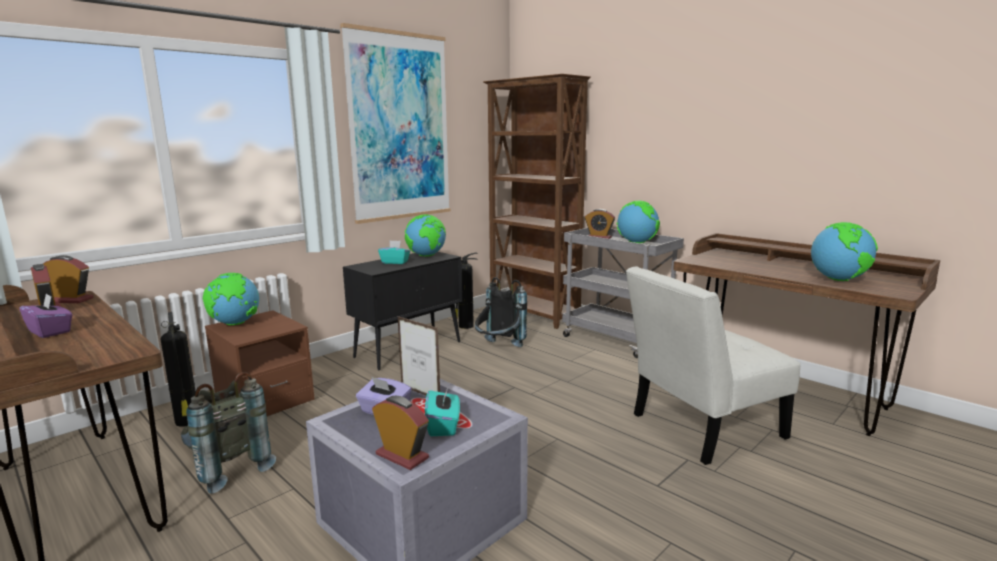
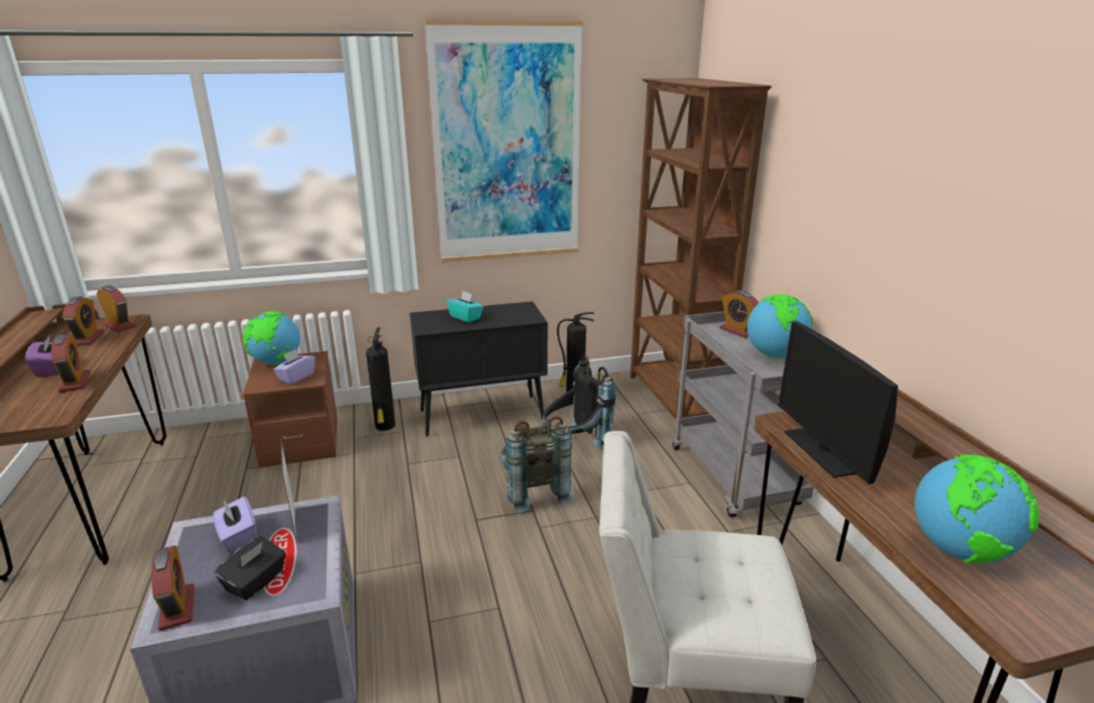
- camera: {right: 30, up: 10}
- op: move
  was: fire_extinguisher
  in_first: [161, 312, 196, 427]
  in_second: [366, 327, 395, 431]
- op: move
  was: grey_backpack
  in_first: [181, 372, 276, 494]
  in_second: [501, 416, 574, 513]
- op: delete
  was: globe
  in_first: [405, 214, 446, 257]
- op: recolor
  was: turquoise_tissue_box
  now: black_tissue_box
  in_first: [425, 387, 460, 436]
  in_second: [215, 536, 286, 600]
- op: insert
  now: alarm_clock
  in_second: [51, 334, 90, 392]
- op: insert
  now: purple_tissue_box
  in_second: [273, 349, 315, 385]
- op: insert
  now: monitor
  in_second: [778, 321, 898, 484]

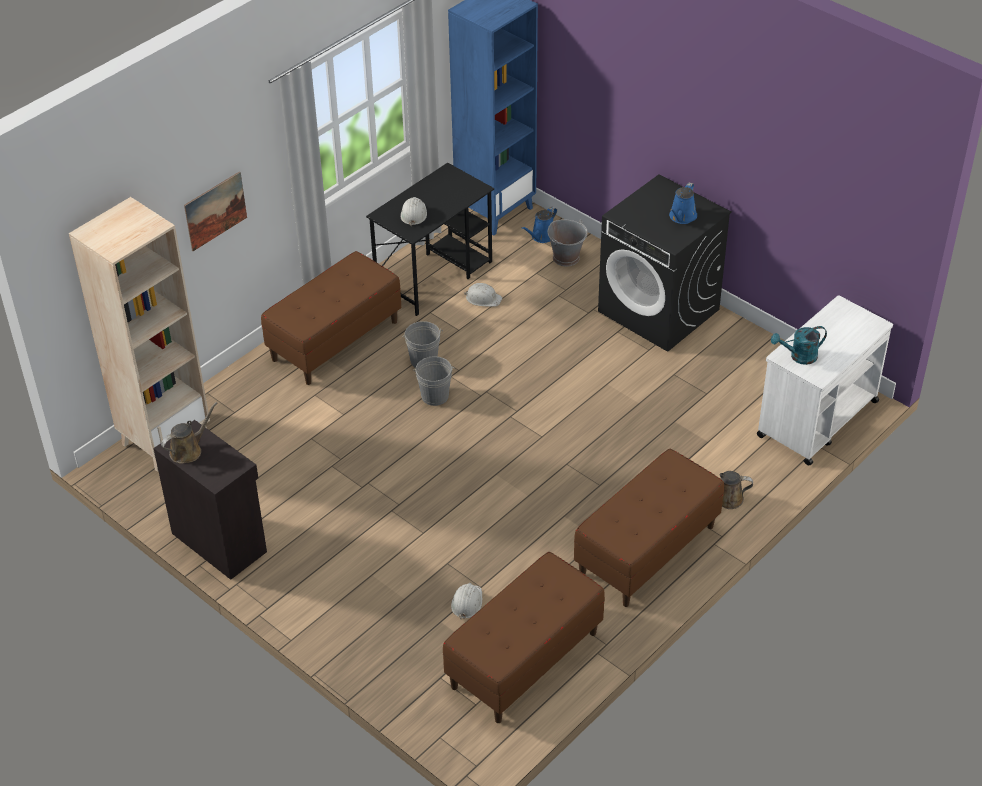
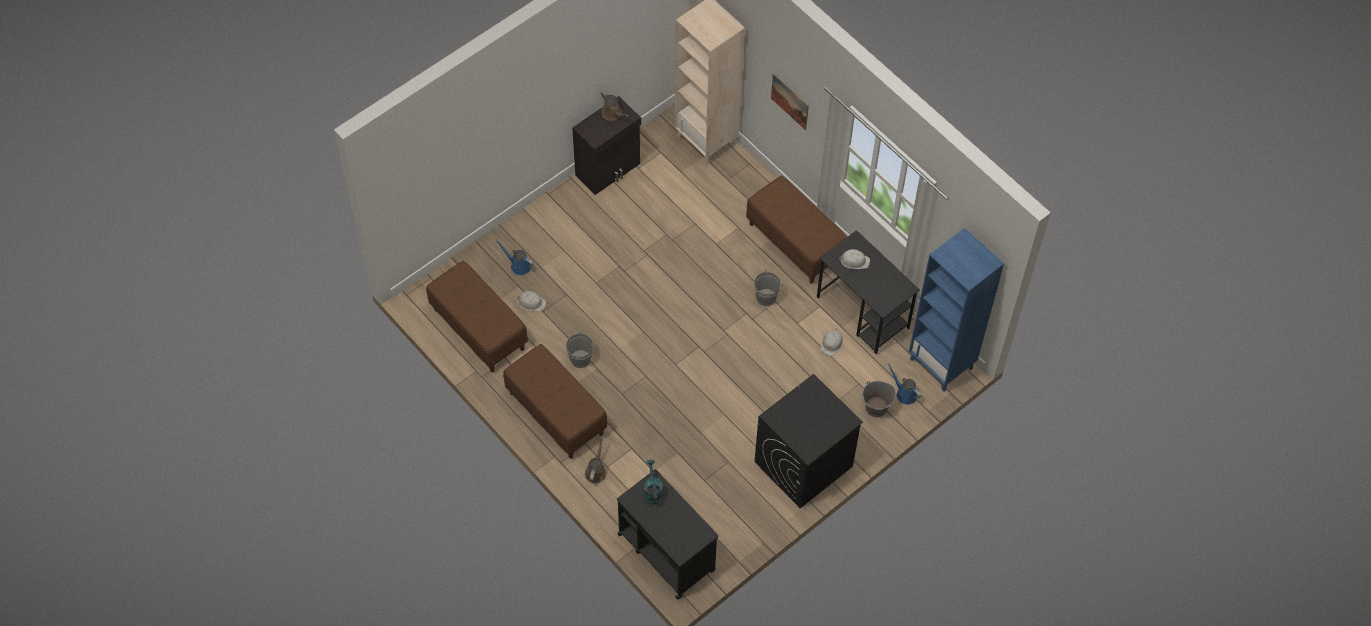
- camera: {right: 95, up: 15}
- op: move
  was: grey_bucket
  in_first: [413, 356, 455, 406]
  in_second: [566, 331, 593, 368]
- op: move
  was: blue_watering_can
  in_first: [669, 182, 697, 224]
  in_second: [495, 240, 533, 275]
- op: recolor
  was: white_cart
  now: black_cart
  in_first: [757, 295, 893, 465]
  in_second: [617, 469, 718, 599]

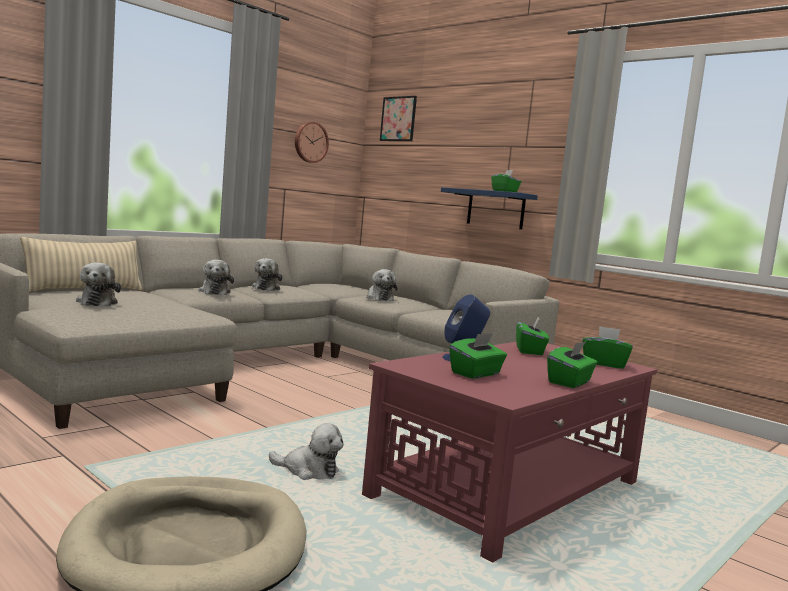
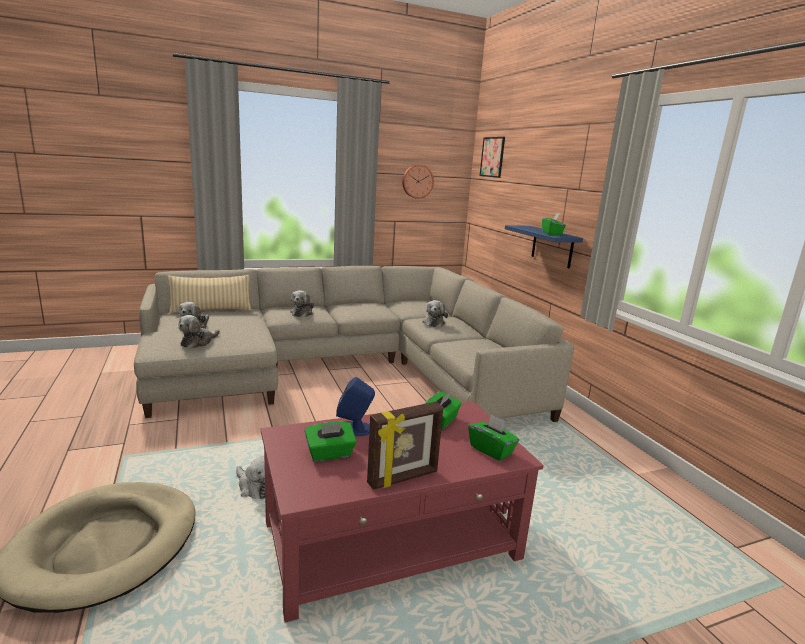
- camera: {right: 25, up: 10}
- op: move
  was: plush_toy
  in_first: [252, 258, 283, 291]
  in_second: [178, 315, 220, 349]
- op: replace
  was: green_tissue_box
  now: picture_frame
  in_first: [547, 341, 597, 388]
  in_second: [367, 402, 443, 490]

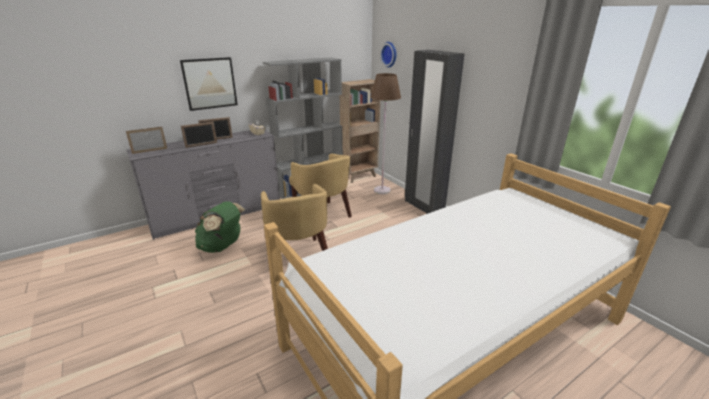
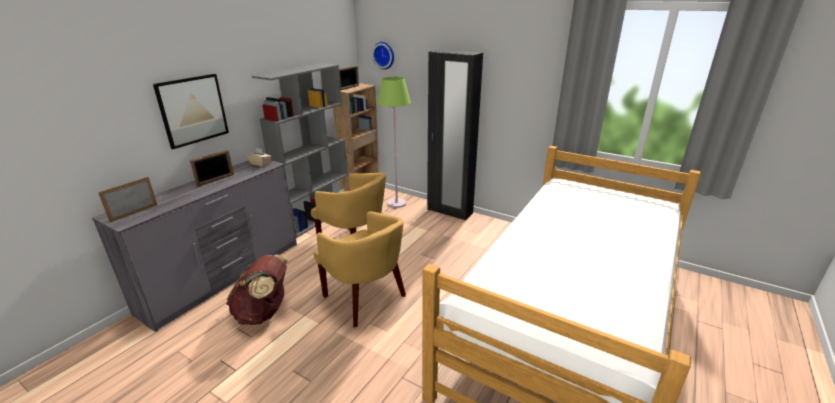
- camera: {right: -25, up: 0}
- op: move
  was: picture_frame
  in_first: [181, 122, 217, 148]
  in_second: [339, 65, 359, 90]
- op: recolor
  was: green_backpack
  now: brown_backpack
  in_first: [195, 201, 245, 253]
  in_second: [226, 255, 288, 325]
- op: recolor
  was: brown_floor_lamp
  now: green_floor_lamp
  in_first: [370, 73, 401, 194]
  in_second: [377, 77, 411, 208]

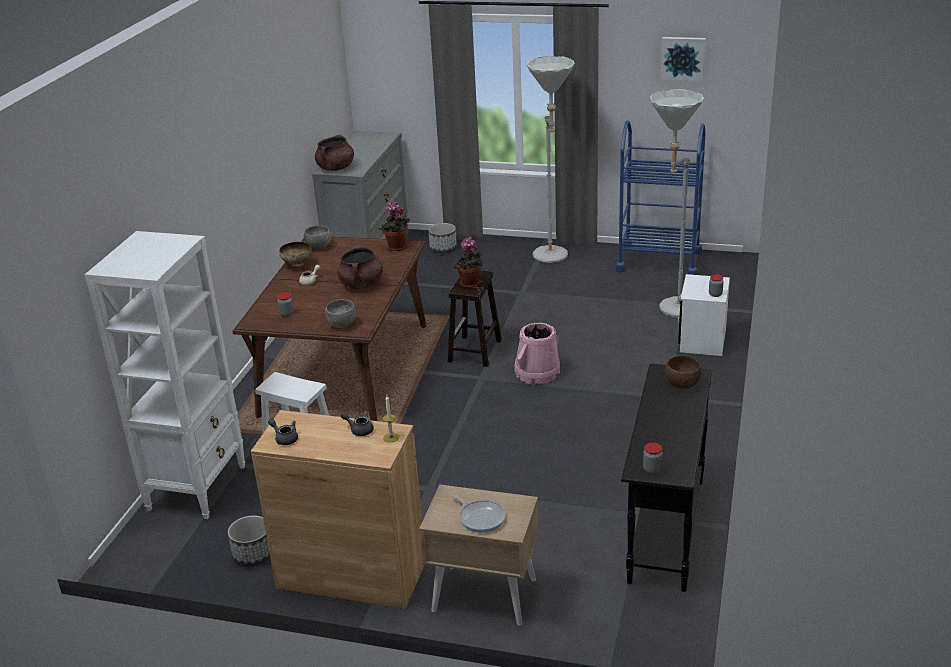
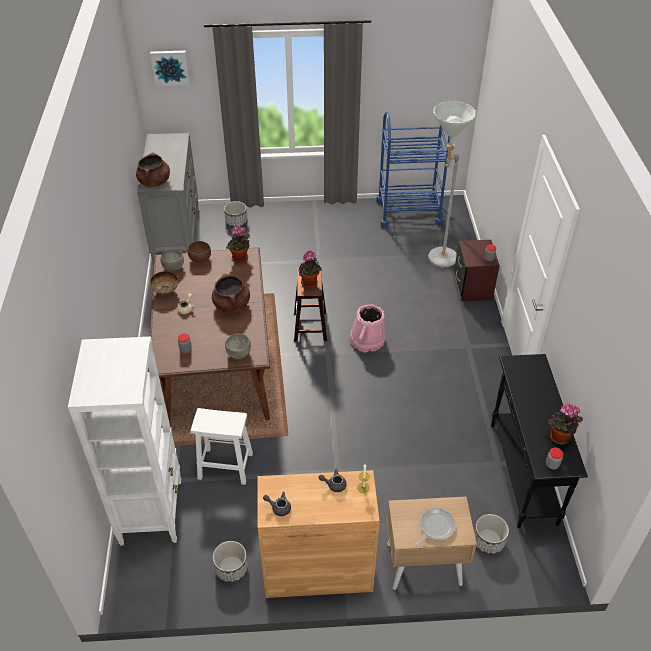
- camera: {right: -20, up: 15}
- op: rotate
  was: frying_pan
  in_first: [450, 493, 506, 533]
  in_second: [414, 508, 456, 547]
  clockwise: -75
- op: delete
  was: grey_floor_lamp
  in_first: [527, 56, 575, 263]
- op: move
  was: picture
  in_first: [661, 37, 706, 81]
  in_second: [150, 51, 190, 86]
- op: move
  was: brown_bowl
  in_first: [665, 356, 701, 389]
  in_second: [187, 241, 211, 263]
- op: recolor
  was: white_nightstand
  now: brown_nightstand
  in_first: [678, 274, 730, 356]
  in_second: [454, 240, 500, 301]
- op: insert
  now: planter
  in_second: [474, 514, 509, 555]
- op: insert
  now: potted_plant
  in_second: [547, 404, 583, 445]

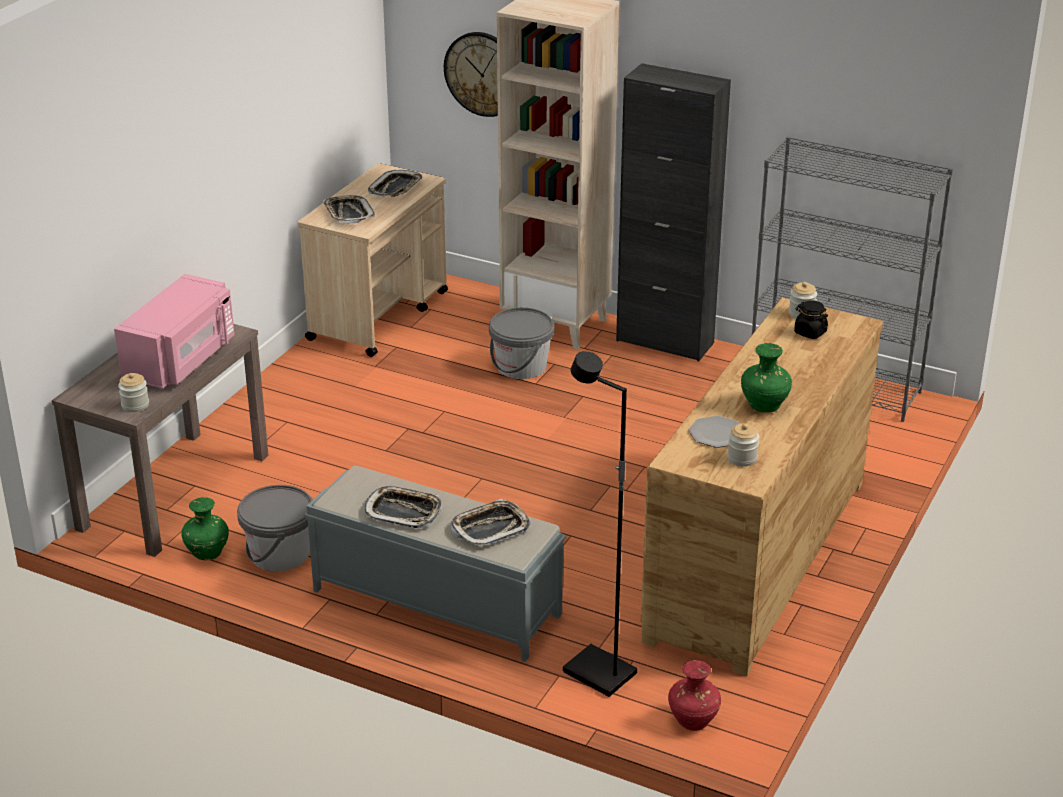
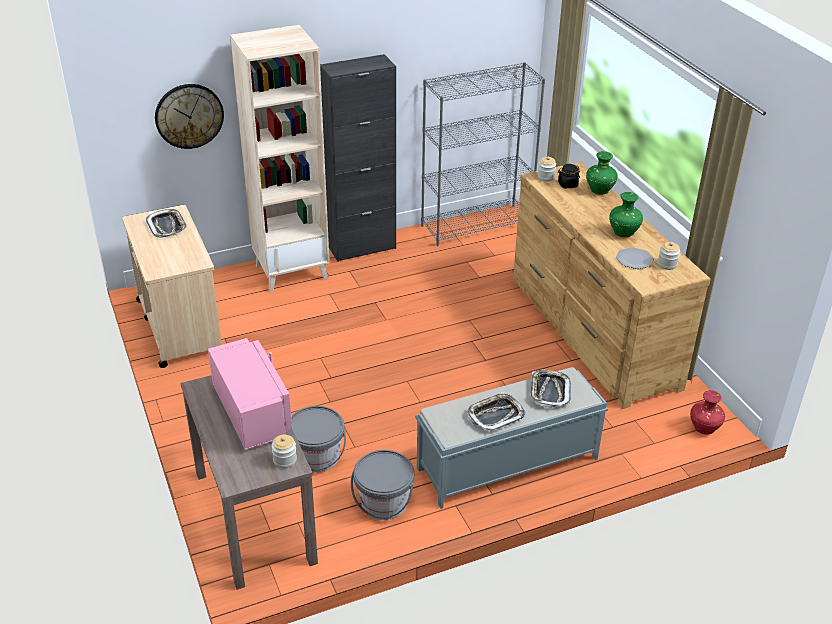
- camera: {right: -50, up: 5}
- op: move
  was: green_vase
  in_first: [181, 497, 229, 560]
  in_second: [586, 151, 618, 194]
- op: delete
  was: tray
  in_first: [323, 195, 375, 223]
- op: move
  was: grey_bucket
  in_first: [489, 307, 554, 379]
  in_second: [291, 406, 346, 472]
- op: delete
  was: black_floor_lamp
  in_first: [563, 351, 637, 697]

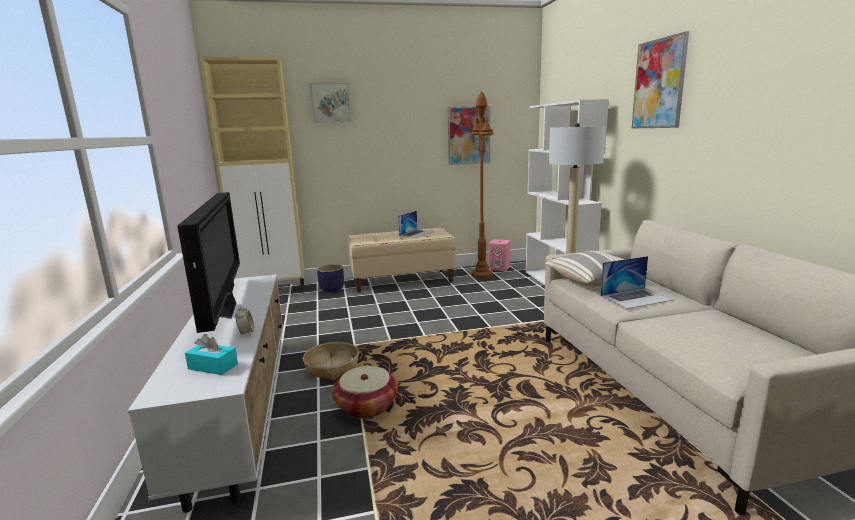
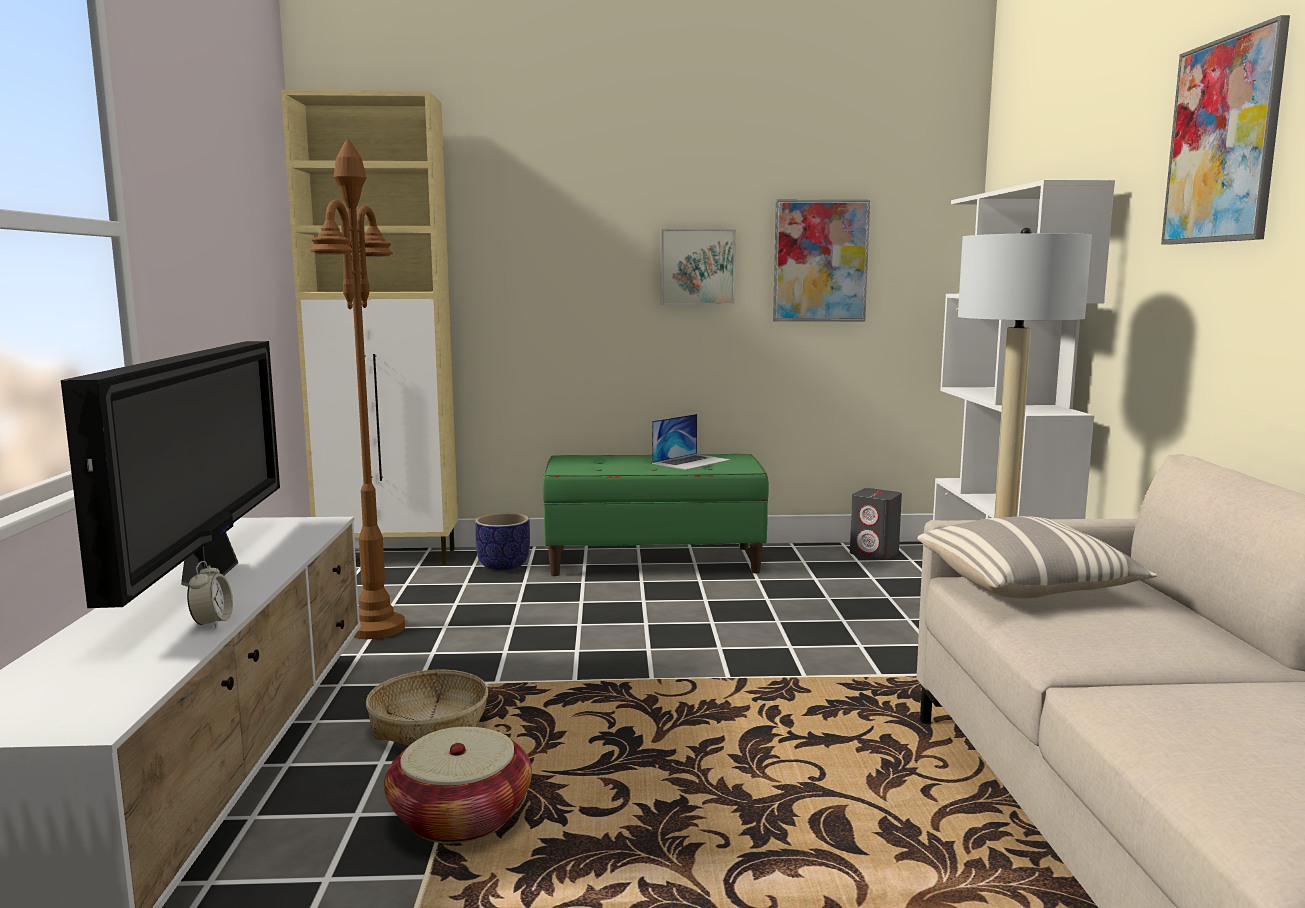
- camera: {right: 10, up: -5}
- op: delete
  was: turquoise_tissue_box
  in_first: [185, 334, 238, 375]
- op: move
  was: picture
  in_first: [310, 83, 351, 123]
  in_second: [661, 229, 736, 305]
- op: recolor
  was: beige_bench
  now: green_bench
  in_first: [348, 228, 456, 293]
  in_second: [542, 454, 769, 576]
- op: move
  was: brown_floor_lamp
  in_first: [471, 91, 494, 278]
  in_second: [310, 138, 405, 639]
- op: recolor
  was: pink_speaker
  now: grey_speaker
  in_first: [489, 239, 510, 271]
  in_second: [850, 488, 902, 559]
- op: delete
  was: laptop
  in_first: [601, 256, 673, 309]

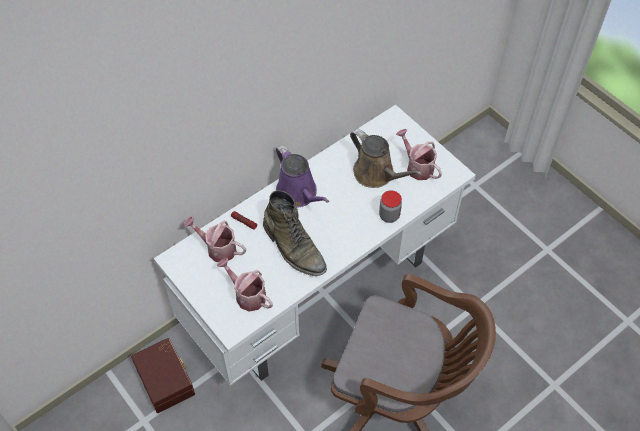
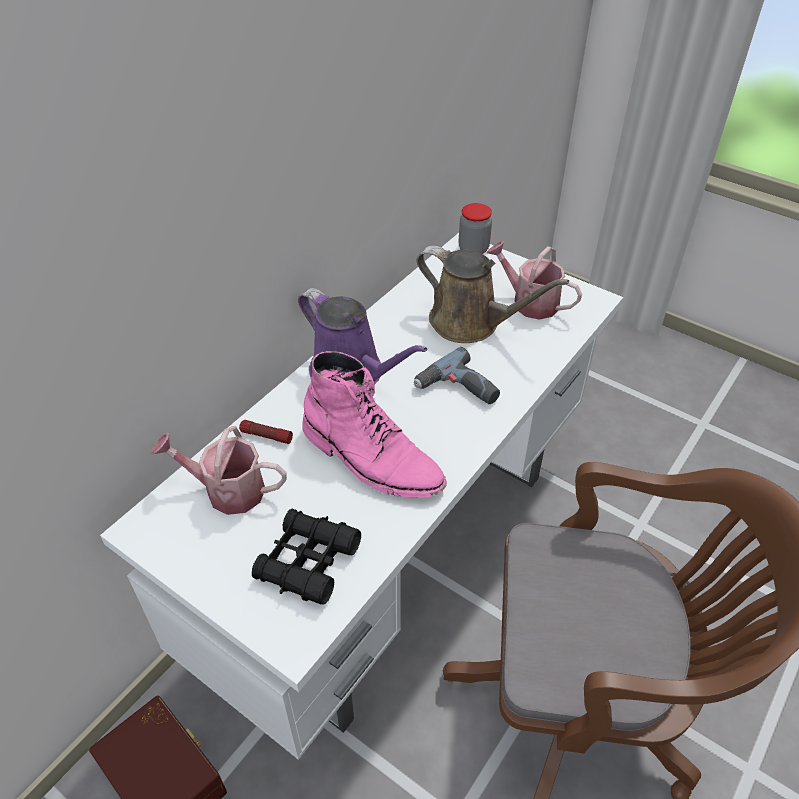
- camera: {right: -15, up: -10}
- op: replace
  was: watering_can
  now: black_binoculars
  in_first: [217, 258, 273, 312]
  in_second: [252, 508, 361, 605]
- op: recolor
  was: green_boot
  now: pink_boot
  in_first: [263, 190, 327, 276]
  in_second: [302, 351, 447, 498]
- op: move
  was: jar
  in_first: [379, 190, 402, 223]
  in_second: [459, 203, 492, 254]
- op: insert
  now: power_drill
  in_second: [414, 347, 500, 404]

